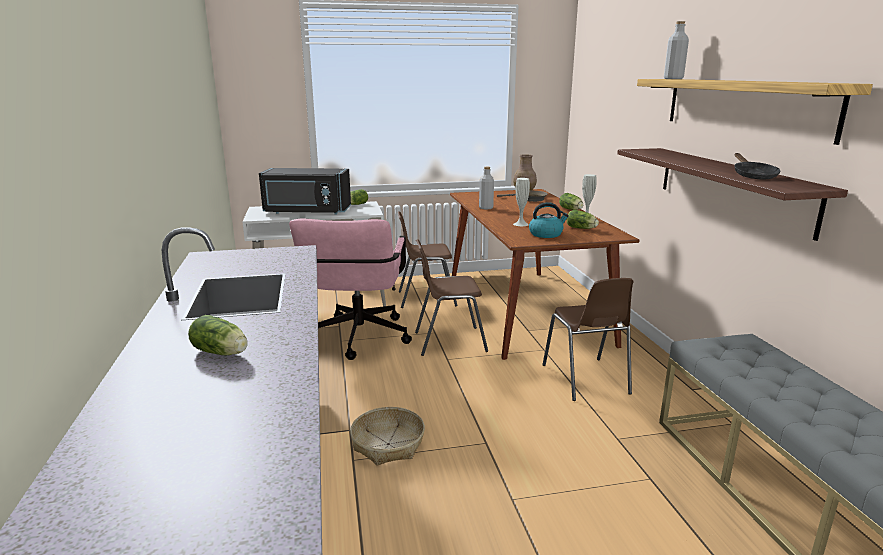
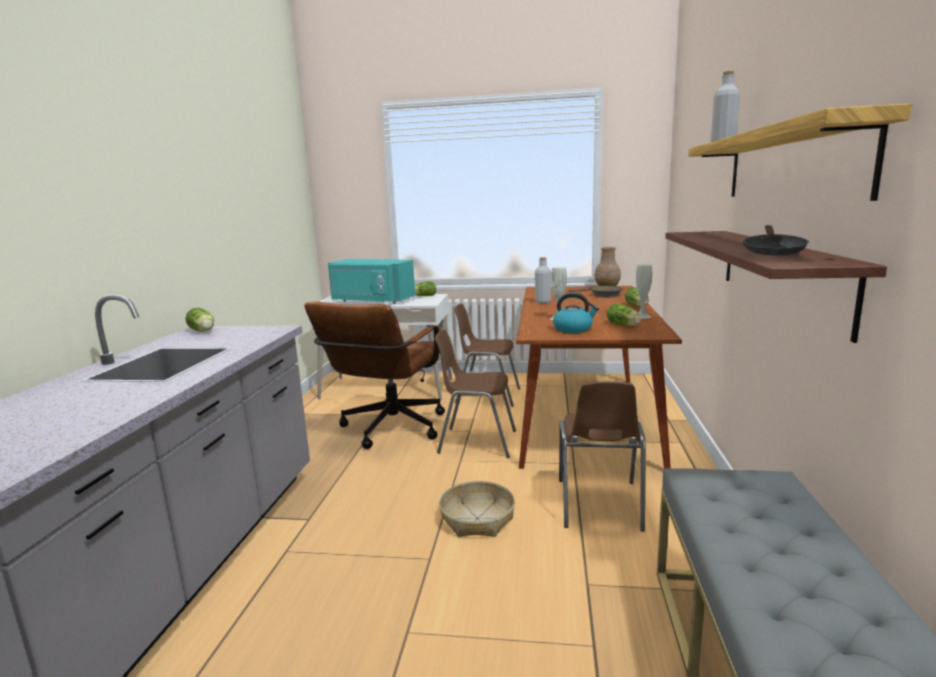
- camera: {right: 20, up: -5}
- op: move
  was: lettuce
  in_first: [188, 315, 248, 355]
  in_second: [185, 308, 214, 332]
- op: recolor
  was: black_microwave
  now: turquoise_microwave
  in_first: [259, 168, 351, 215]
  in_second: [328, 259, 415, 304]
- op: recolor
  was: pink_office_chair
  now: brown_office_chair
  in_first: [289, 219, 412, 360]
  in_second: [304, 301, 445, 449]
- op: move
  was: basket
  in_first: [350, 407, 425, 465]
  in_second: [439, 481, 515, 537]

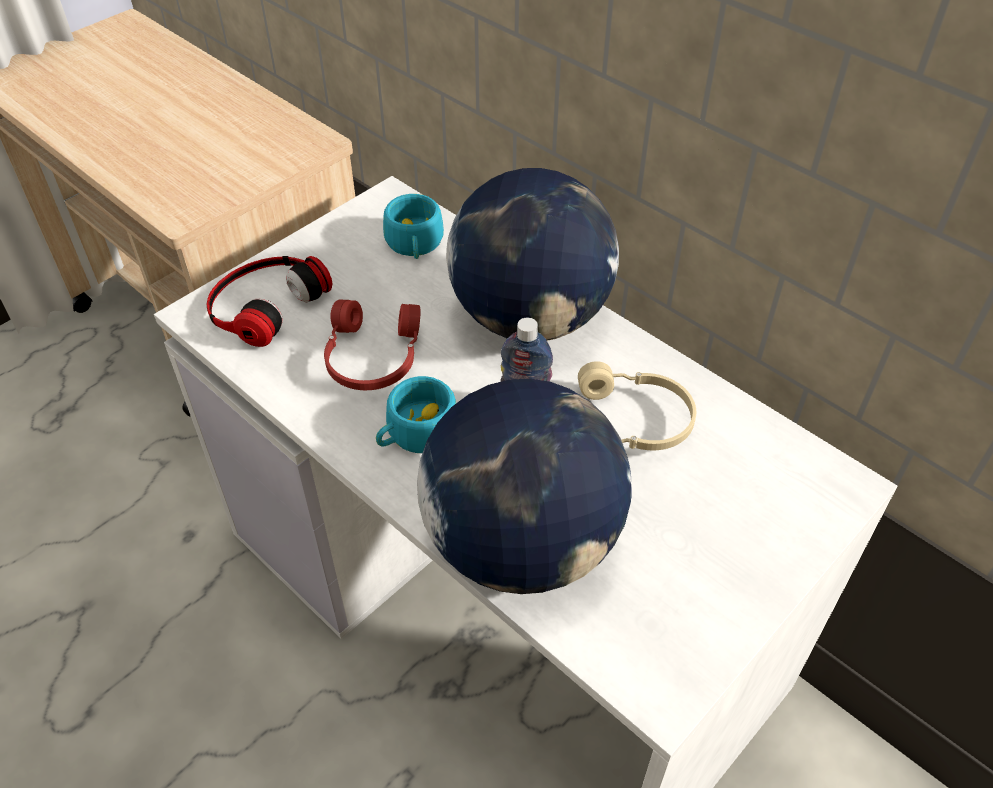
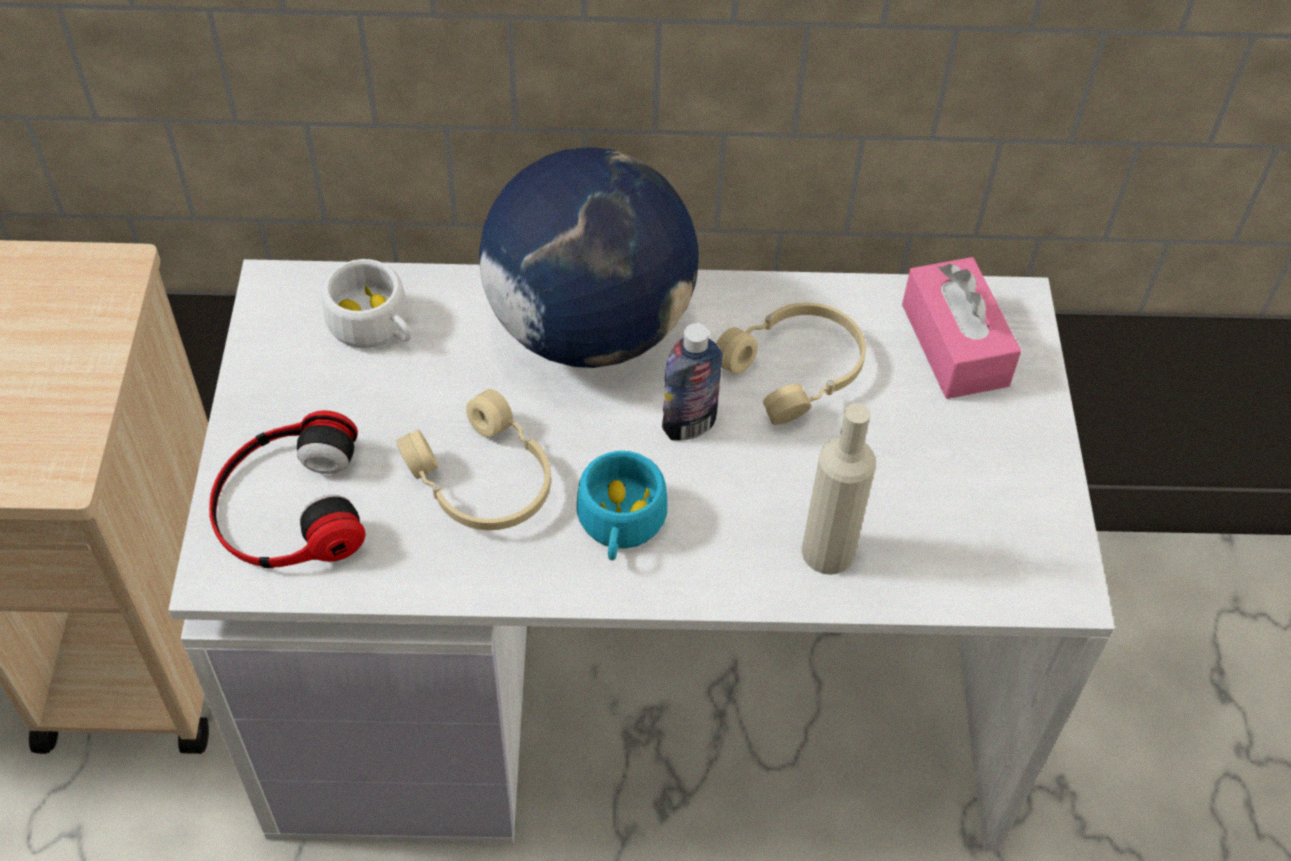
- camera: {right: -45, up: 5}
- op: recolor
  was: red_headphones
  now: beige_headphones
  in_first: [324, 300, 420, 390]
  in_second: [396, 389, 551, 530]
- op: recolor
  was: turquoise_cup
  now: white_cup
  in_first: [383, 194, 444, 259]
  in_second: [322, 259, 411, 348]
- op: replace
  was: globe
  now: beige_bottle
  in_first: [417, 379, 632, 594]
  in_second: [802, 403, 876, 575]
- op: insert
  now: pink_tissue_box
  in_second: [902, 257, 1021, 399]

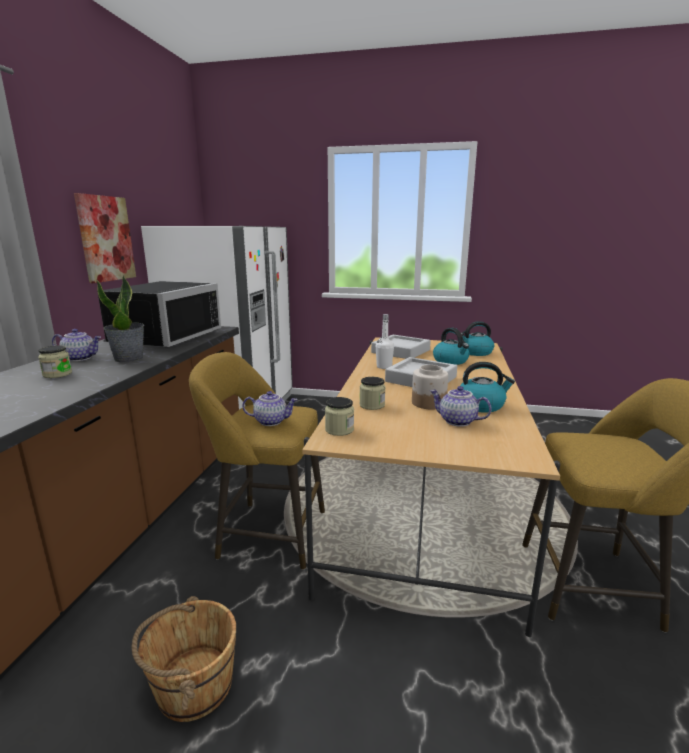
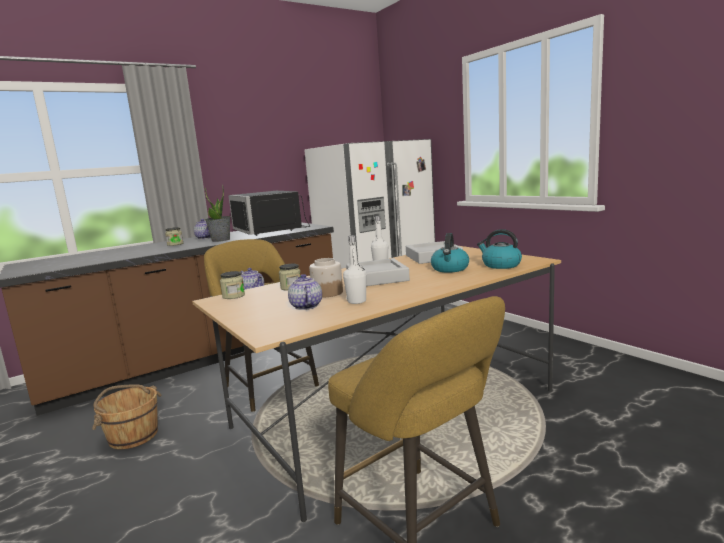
- camera: {right: 45, up: -5}
- op: delete
  was: picture
  in_first: [74, 193, 136, 283]
- op: rotate
  was: black_microwave
  in_first: [97, 281, 221, 347]
  in_second: [228, 191, 310, 236]
  clockwise: 90
- op: replace
  was: kettle
  now: white_bottle
  in_first: [460, 362, 515, 413]
  in_second: [343, 235, 366, 304]

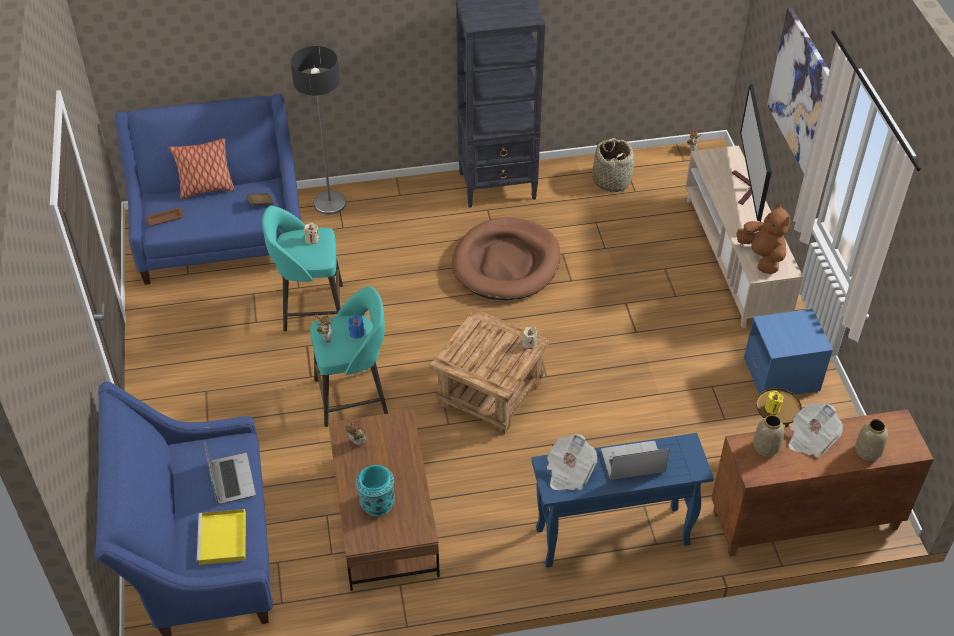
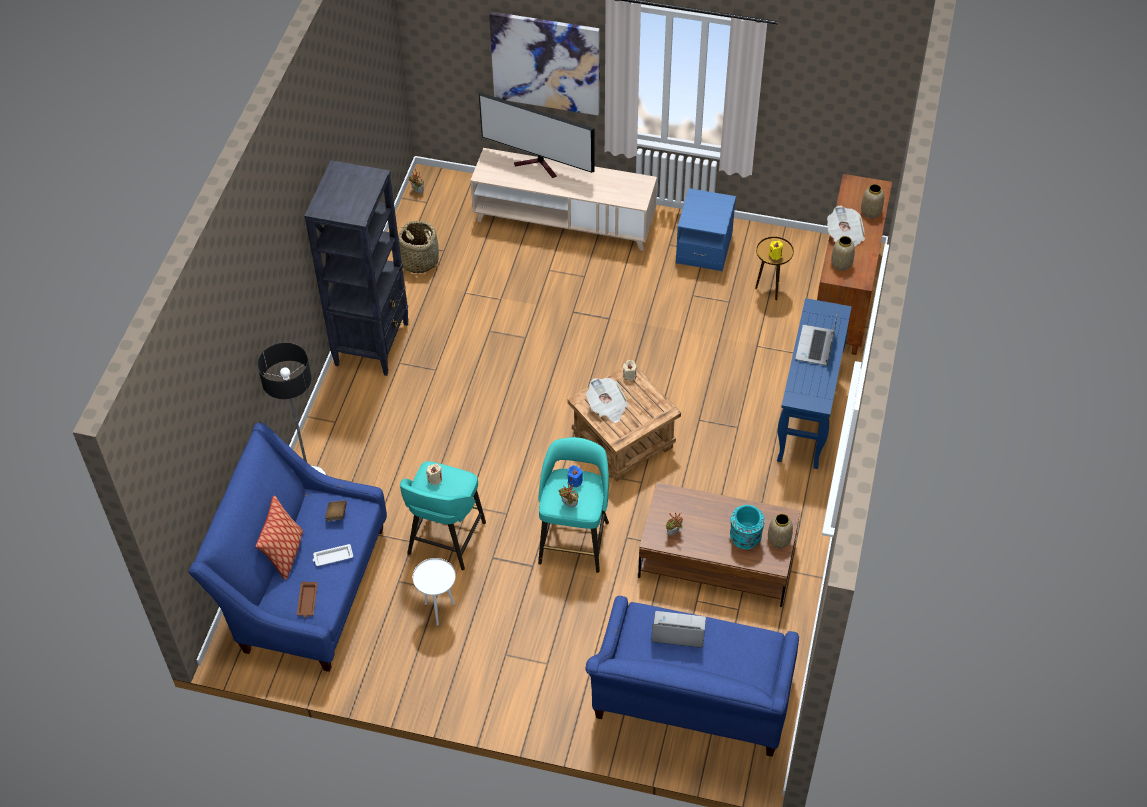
- camera: {right: -65, up: 5}
- op: delete
  was: yellow_tray
  in_first: [197, 509, 246, 565]
- op: delete
  was: brown_dog_bed
  in_first: [452, 217, 560, 300]
- op: move
  was: newspaper
  in_first: [547, 434, 597, 490]
  in_second: [586, 378, 628, 423]
- op: delete
  was: brown_plush_toy
  in_first: [737, 203, 790, 274]
- op: insert
  now: white_tray
  in_second: [313, 544, 353, 566]
- op: insert
  now: white_side_table
  in_second: [413, 558, 456, 626]
- op: insert
  now: vase
  in_second: [768, 514, 793, 548]

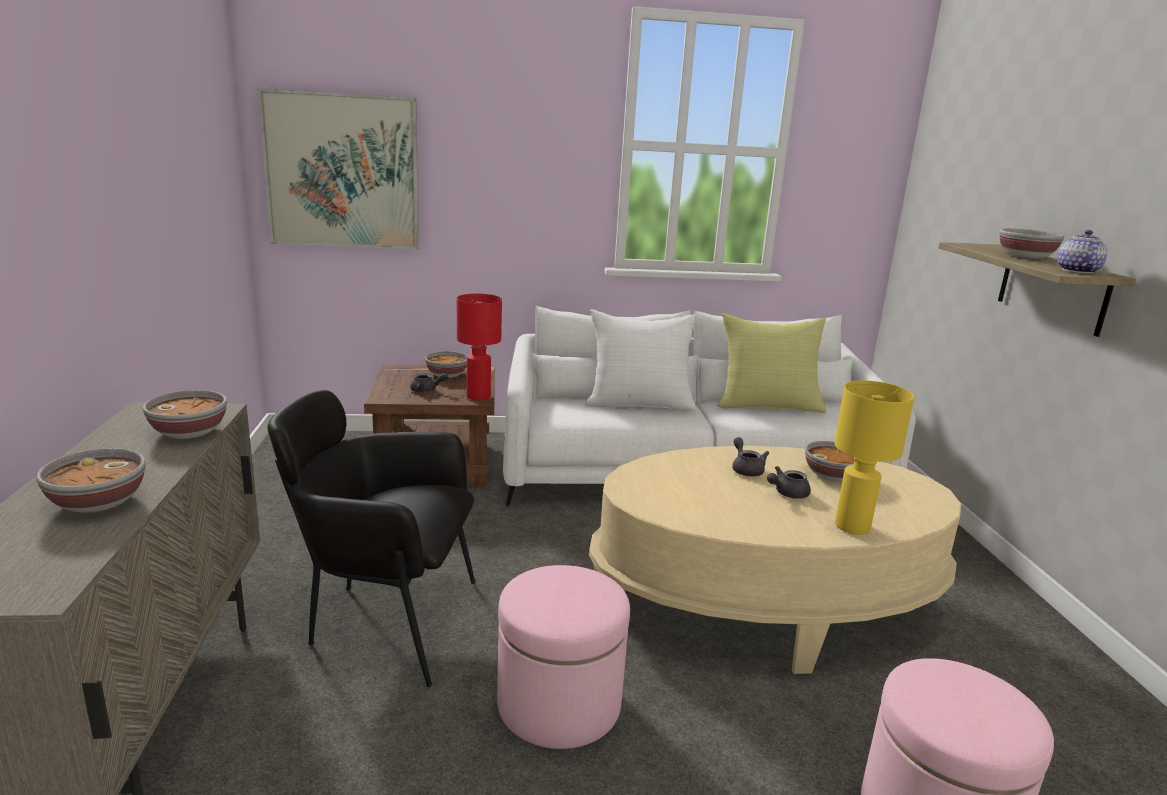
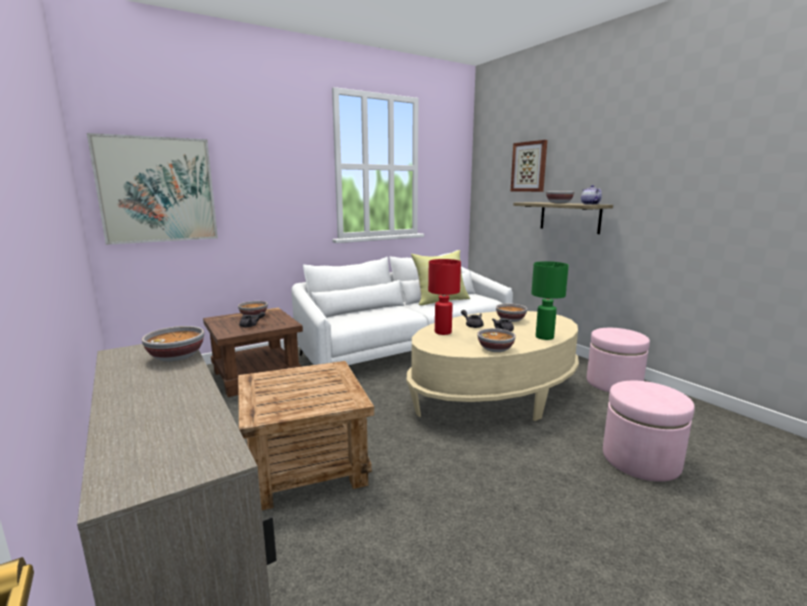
- camera: {right: -25, up: -5}
- op: move
  was: bowl
  in_first: [36, 448, 145, 513]
  in_second: [477, 328, 516, 352]
- op: replace
  was: black_armchair
  now: brown_side_table
  in_first: [267, 390, 476, 687]
  in_second: [238, 361, 374, 510]
- op: move
  was: red_table_lamp
  in_first: [457, 294, 502, 400]
  in_second: [428, 259, 461, 335]
- op: move
  was: pink_ottoman
  in_first: [497, 565, 630, 749]
  in_second: [587, 328, 650, 392]
- op: delete
  was: white_pillow
  in_first: [585, 309, 697, 411]
- op: recolor
  was: yellow_table_lamp
  now: green_table_lamp
  in_first: [834, 380, 914, 535]
  in_second: [531, 261, 569, 340]
- op: insert
  now: picture
  in_second: [511, 140, 547, 192]

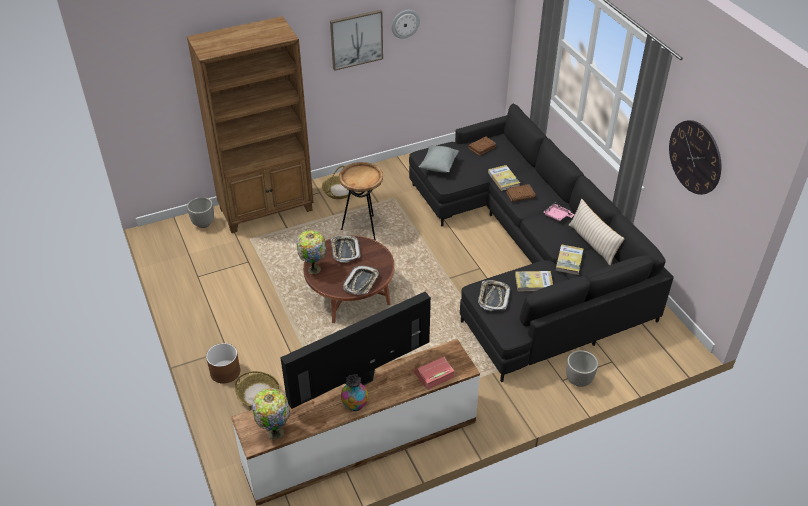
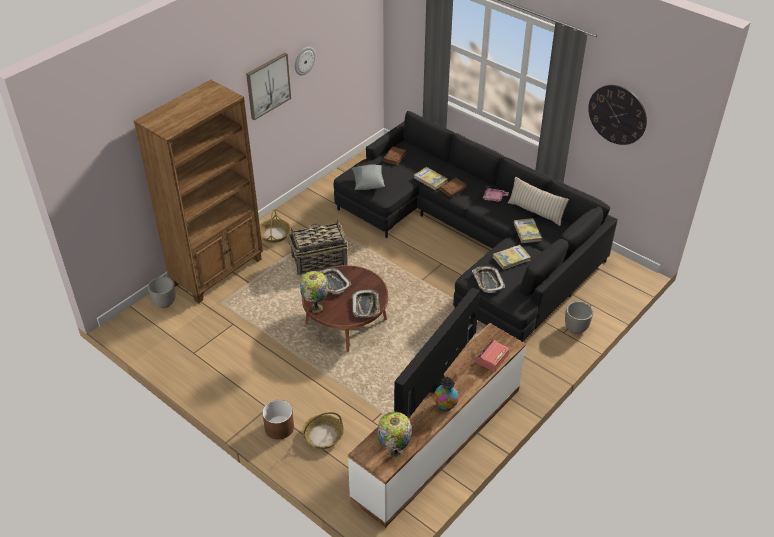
- camera: {right: -25, up: 0}
- op: replace
  was: brown_side_table
  now: basket
  in_first: [339, 162, 383, 240]
  in_second: [289, 220, 348, 276]

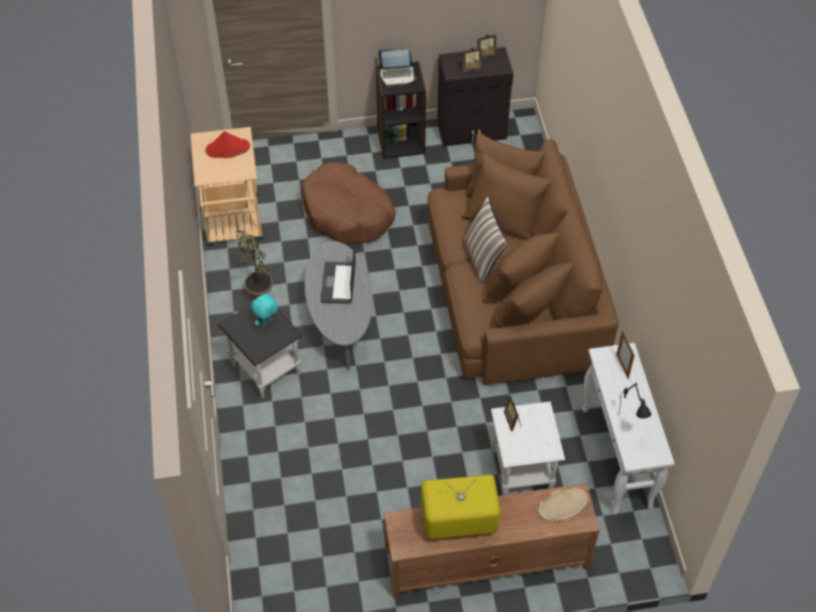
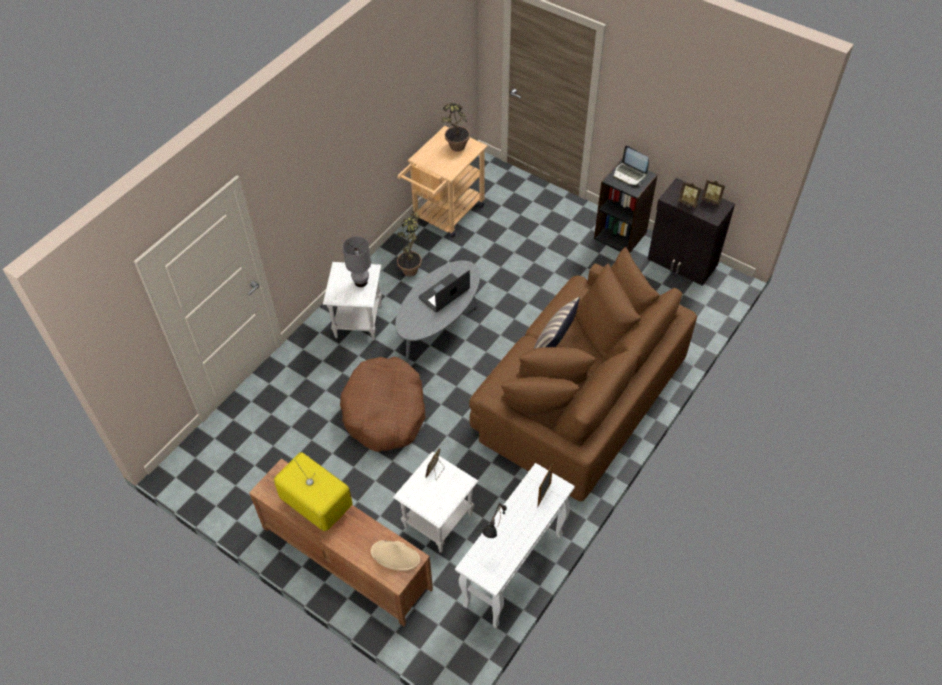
- camera: {right: 45, up: 0}
- op: replace
  was: red_hat
  now: potted_plant
  in_first: [205, 131, 250, 158]
  in_second: [441, 103, 470, 152]
- op: recolor
  was: black_side_table
  now: white_side_table
  in_first: [218, 305, 303, 399]
  in_second: [323, 262, 382, 341]
- op: replace
  was: turquoise_plush_toy
  now: grey_table_lamp
  in_first: [251, 292, 278, 326]
  in_second: [343, 236, 371, 287]
- op: move
  was: brown_dog_bed
  in_first: [301, 162, 396, 244]
  in_second: [340, 357, 425, 452]

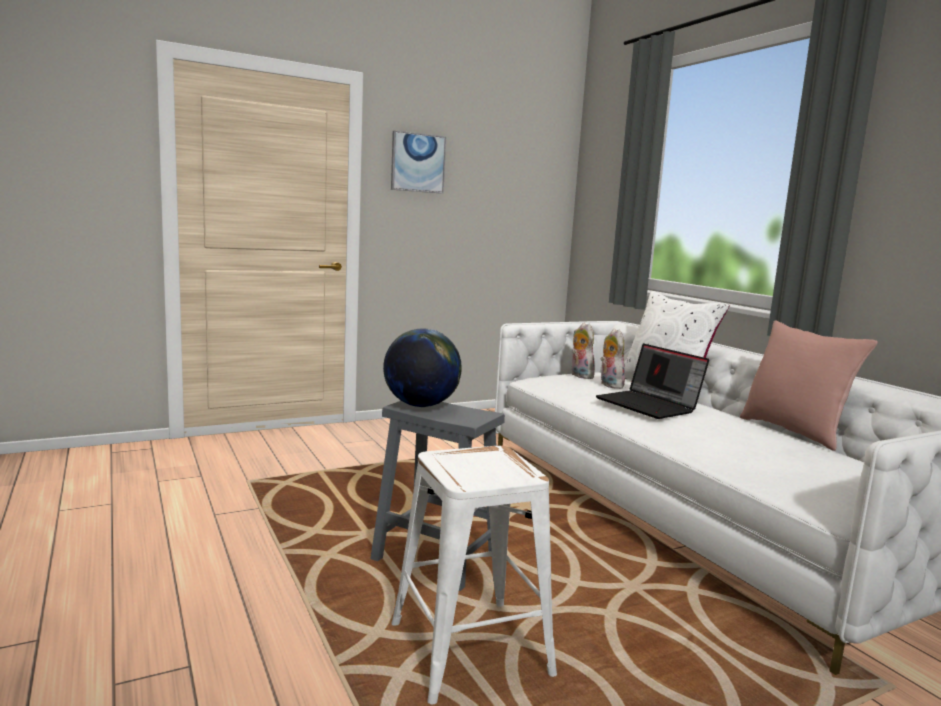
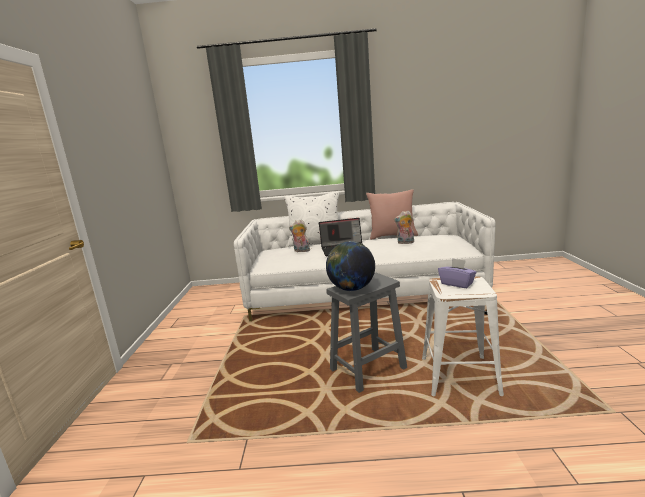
- camera: {right: -60, up: 5}
- op: delete
  was: picture
  in_first: [391, 130, 446, 194]
- op: move
  was: plush_toy
  in_first: [572, 323, 595, 379]
  in_second: [394, 211, 414, 244]
- op: insert
  now: purple_tissue_box
  in_second: [438, 258, 477, 288]

